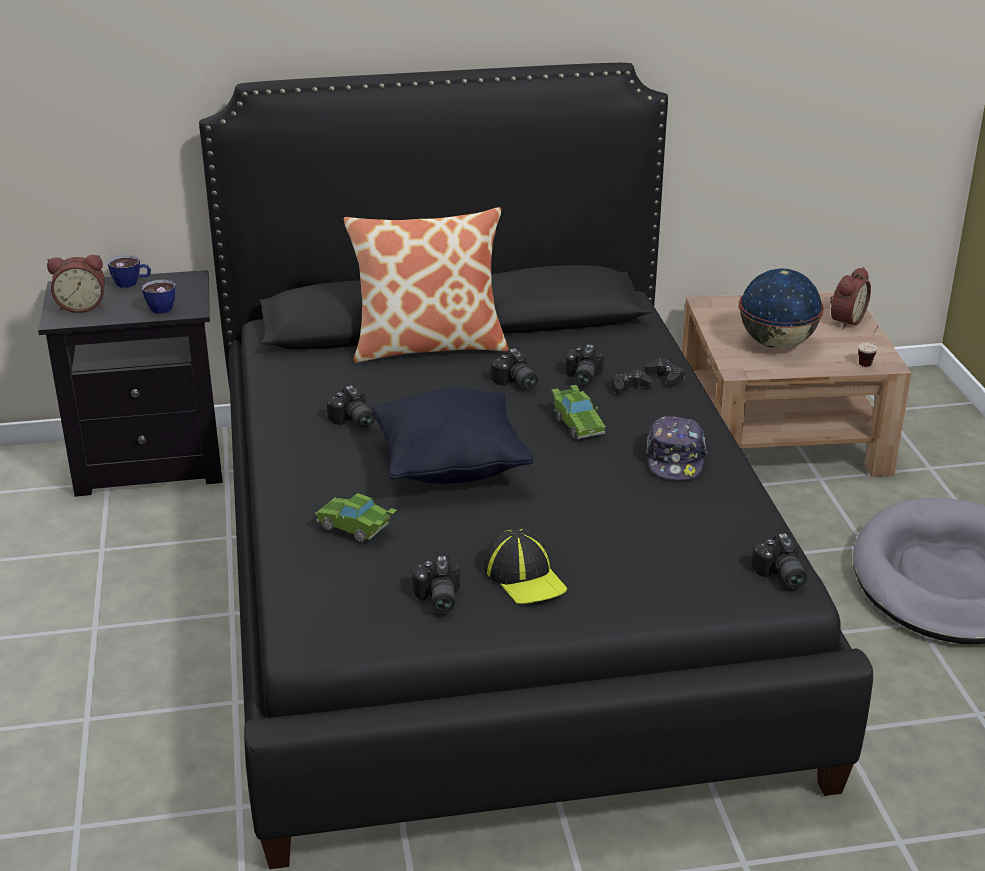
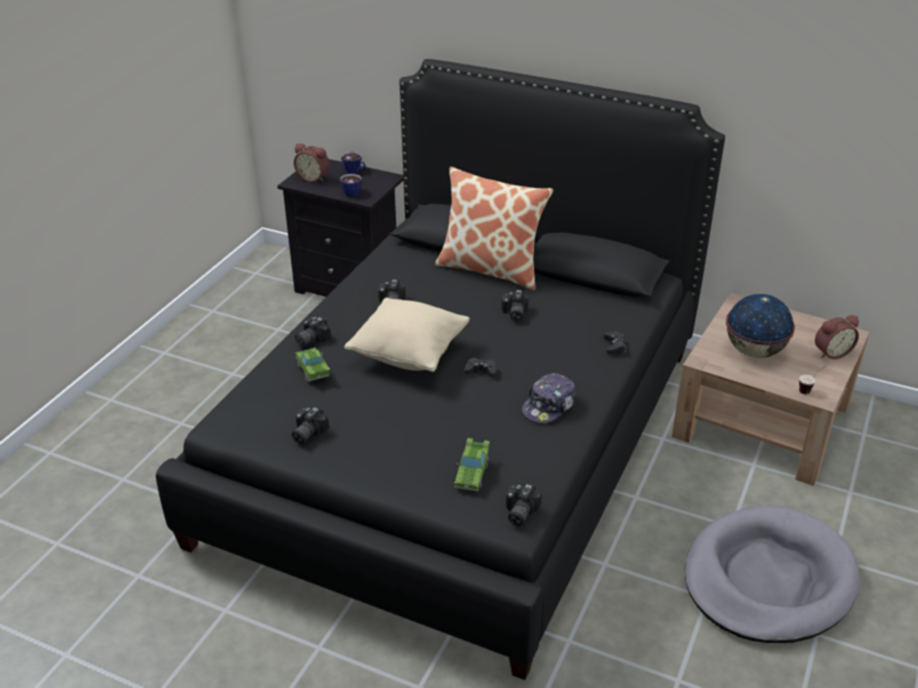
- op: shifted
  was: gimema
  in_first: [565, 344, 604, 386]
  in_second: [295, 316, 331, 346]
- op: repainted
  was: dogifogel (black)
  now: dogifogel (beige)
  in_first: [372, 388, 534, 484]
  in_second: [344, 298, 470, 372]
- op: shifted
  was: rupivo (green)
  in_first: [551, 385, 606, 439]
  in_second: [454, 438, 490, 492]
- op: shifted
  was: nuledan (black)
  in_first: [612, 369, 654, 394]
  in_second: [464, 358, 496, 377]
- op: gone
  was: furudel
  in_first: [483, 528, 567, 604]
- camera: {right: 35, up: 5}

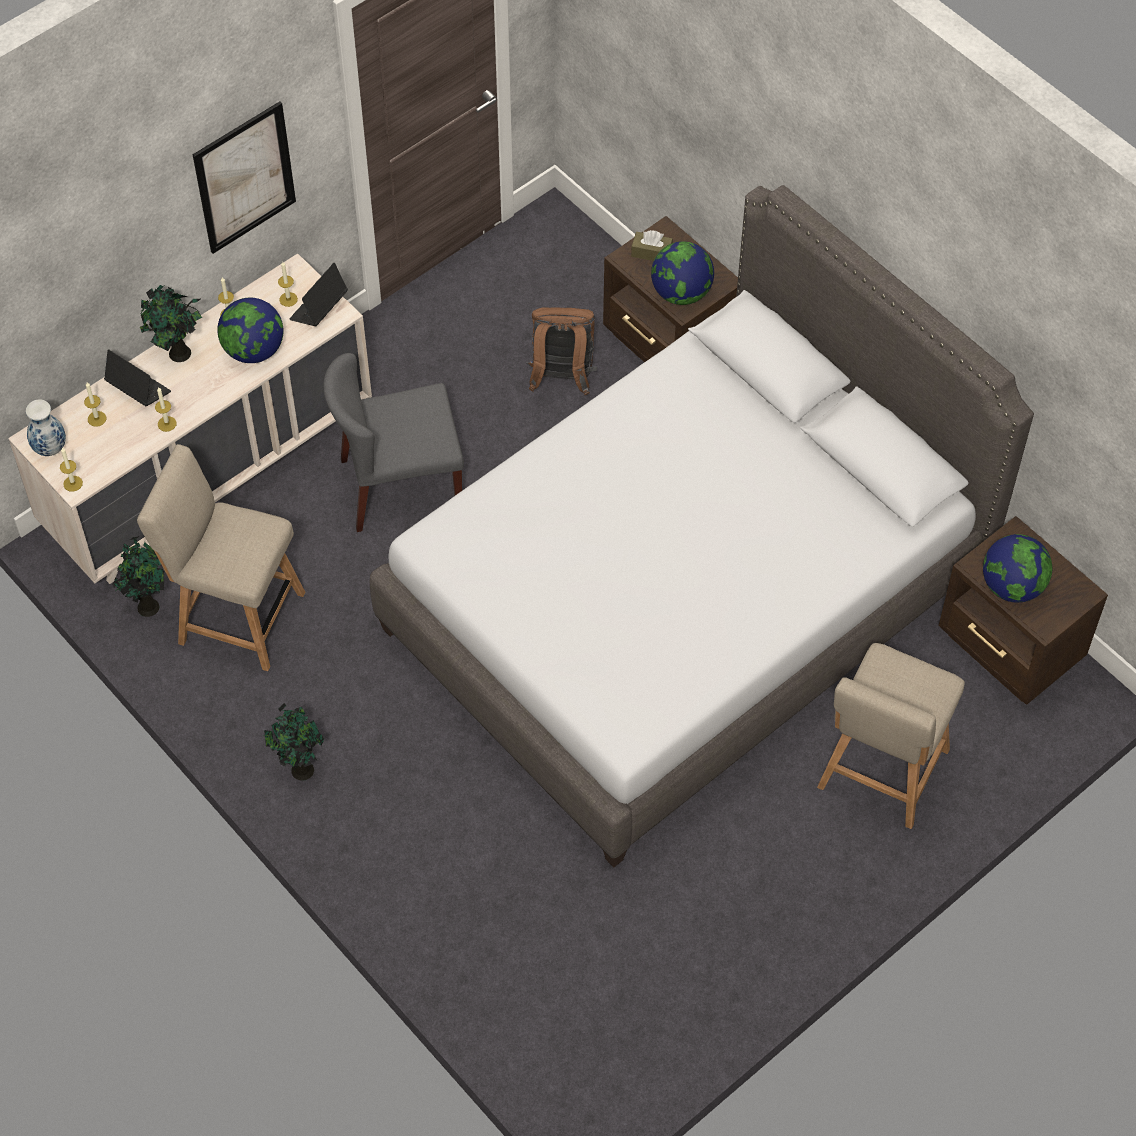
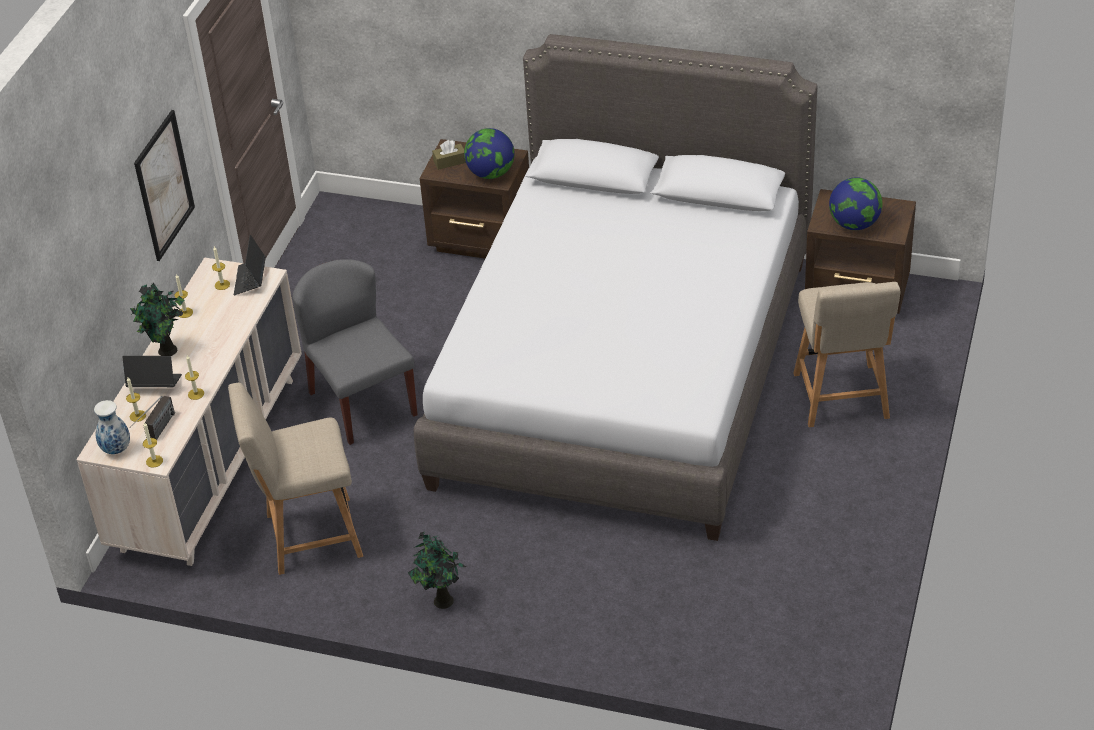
- op: new
  now: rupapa
  in_second: [130, 396, 175, 440]
- op: rotated
  was: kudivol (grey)
  in_first: [324, 353, 464, 532]
  in_second: [293, 259, 418, 445]
  clockwise: 105
- op: gone
  was: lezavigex
  in_first: [112, 536, 164, 617]
- op: gone
  was: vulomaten
  in_first: [217, 298, 283, 363]
- op: gone
  was: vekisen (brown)
  in_first: [526, 307, 597, 395]
- camera: {right: -30, up: -15}

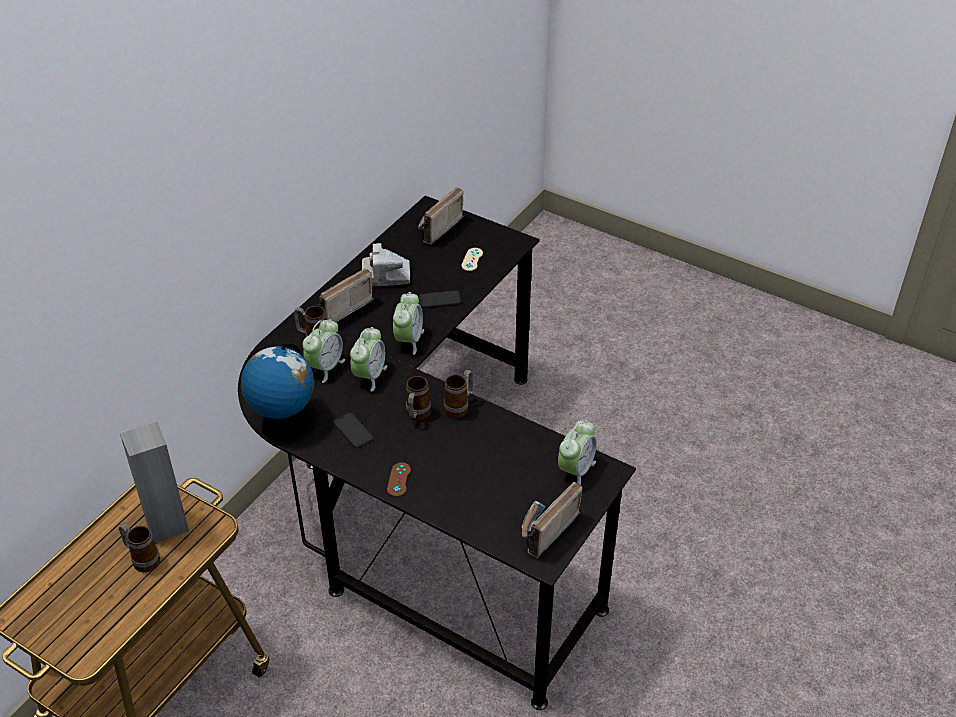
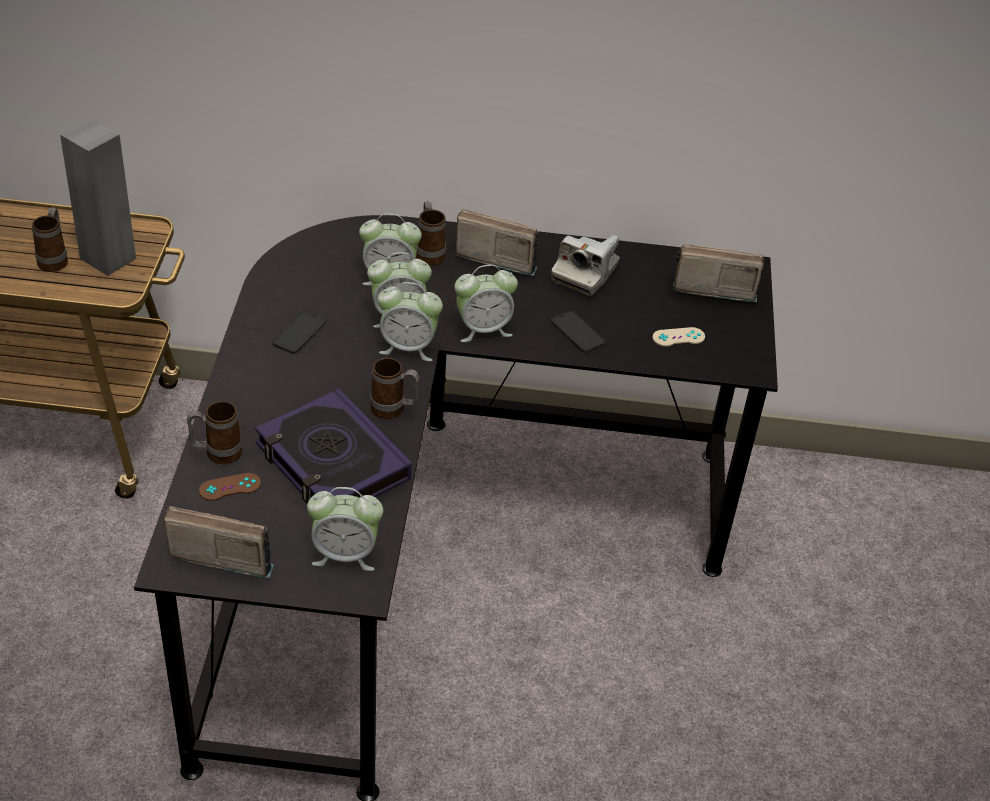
- op: shifted
  was: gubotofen
  in_first: [406, 376, 431, 420]
  in_second: [187, 401, 242, 464]
- op: shifted
  was: nuledan (brown)
  in_first: [387, 462, 411, 497]
  in_second: [199, 473, 261, 501]
- op: new
  now: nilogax
  in_second: [255, 389, 412, 504]
- op: new
  now: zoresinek
  in_second: [378, 282, 443, 361]
- op: rotated
  was: gimema
  in_first: [362, 243, 410, 286]
  in_second: [551, 235, 620, 296]
  clockwise: -120
- op: gone
  was: vulomaten
  in_first: [241, 343, 314, 427]
- camera: {right: 60, up: 0}

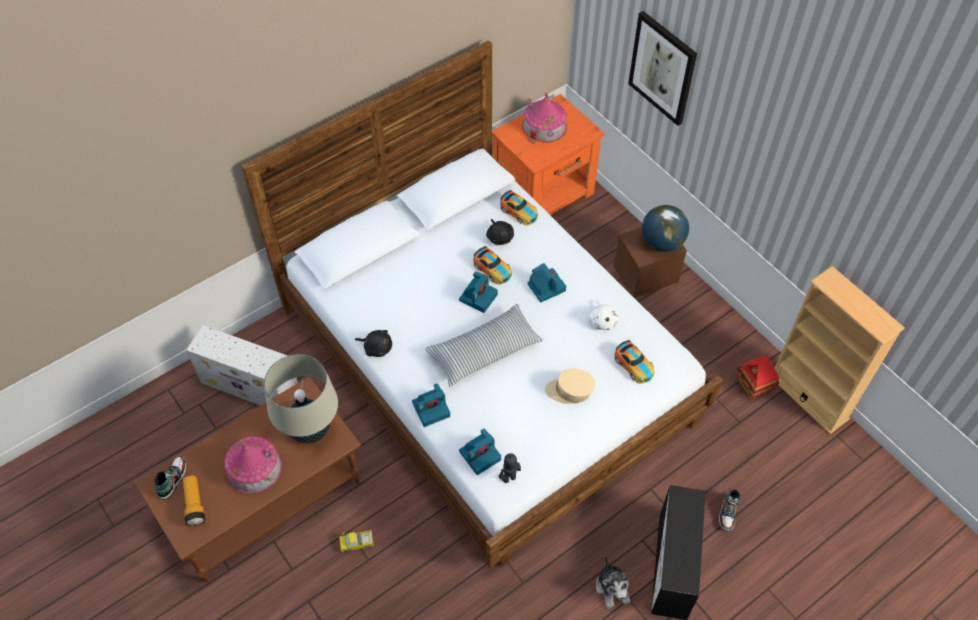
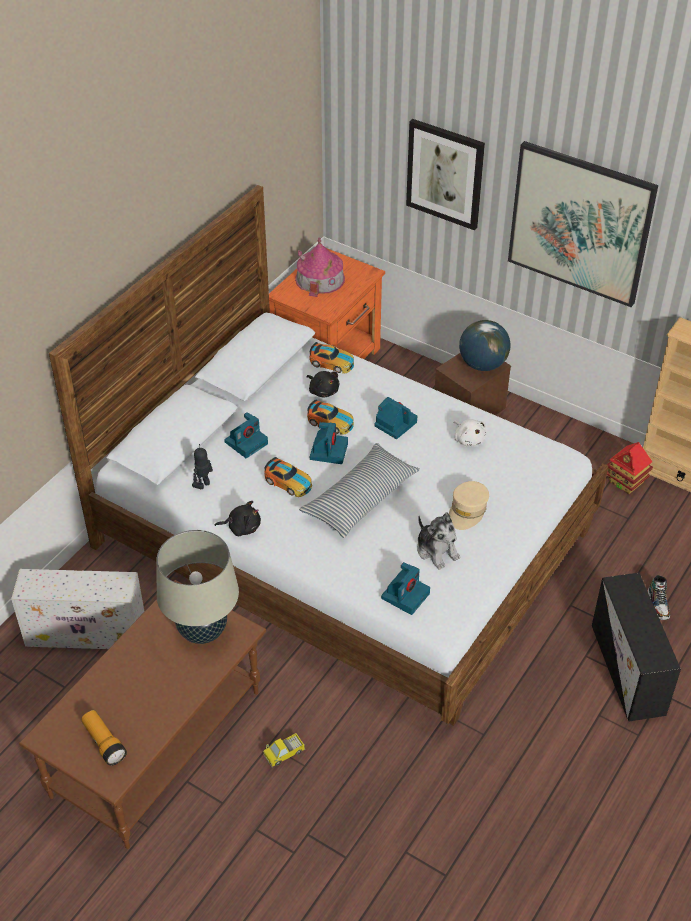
- op: shifted
  was: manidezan
  in_first: [499, 453, 521, 483]
  in_second: [192, 444, 213, 489]
- op: shifted
  was: gimema
  in_first: [412, 383, 450, 427]
  in_second: [224, 412, 268, 458]
- op: shifted
  was: rupivo
  in_first: [615, 340, 655, 384]
  in_second: [264, 457, 312, 497]
- op: shifted
  was: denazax
  in_first: [596, 555, 630, 609]
  in_second: [417, 512, 460, 570]
- op: rotated
  was: furudel (beige)
  in_first: [545, 368, 595, 404]
  in_second: [449, 481, 489, 530]
  clockwise: -45
- op: new
  now: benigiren
  in_second: [508, 141, 658, 307]
- op: gone
  was: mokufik
  in_first: [154, 456, 186, 500]
- op: gone
  was: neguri
  in_first: [224, 437, 282, 494]
- camera: {right: -20, up: -10}

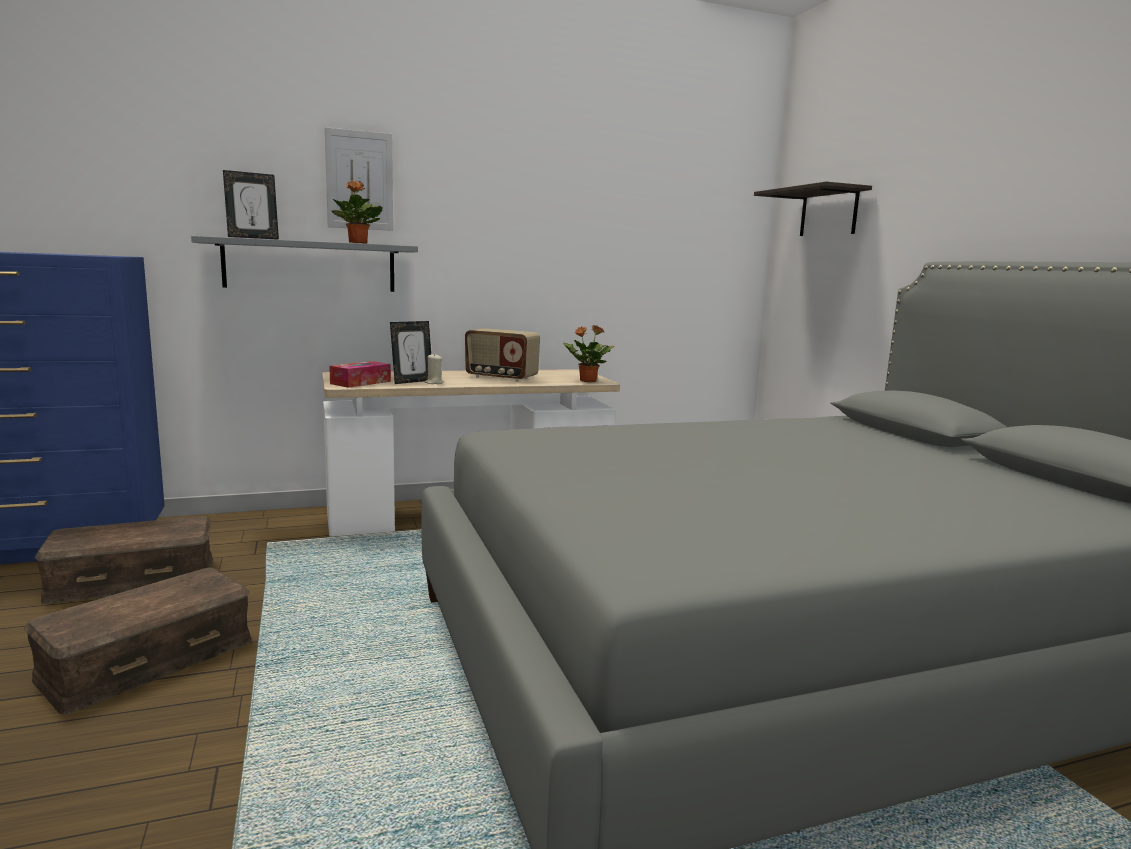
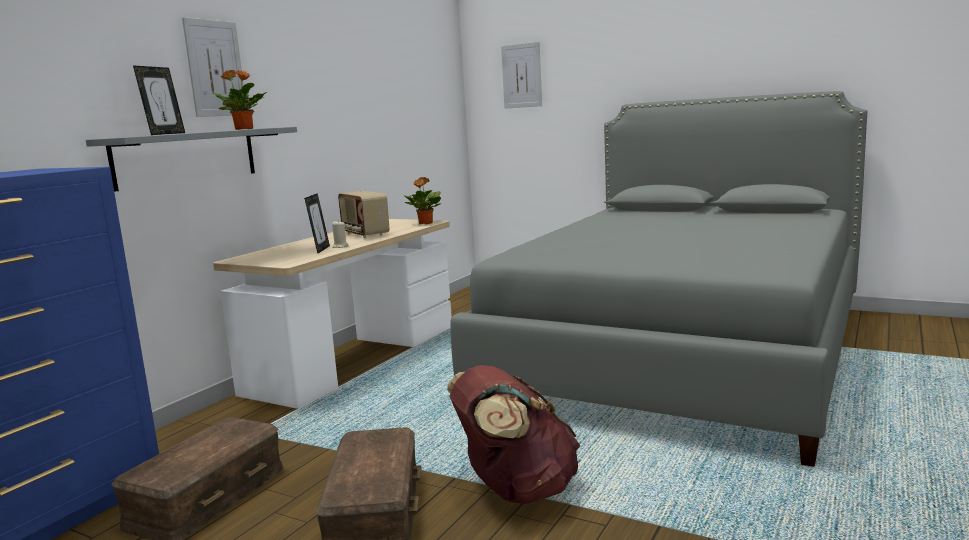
- op: rotated
  was: rupapa
  in_first: [465, 328, 540, 382]
  in_second: [338, 191, 390, 238]
  clockwise: 75
- op: new
  now: vekisen (brown)
  in_second: [447, 365, 580, 504]
- op: swapped
  was: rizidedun
  now: benigiren
  in_first: [754, 182, 872, 236]
  in_second: [501, 42, 542, 109]
- op: gone
  was: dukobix
  in_first: [329, 361, 391, 388]
- camera: {right: -40, up: 0}

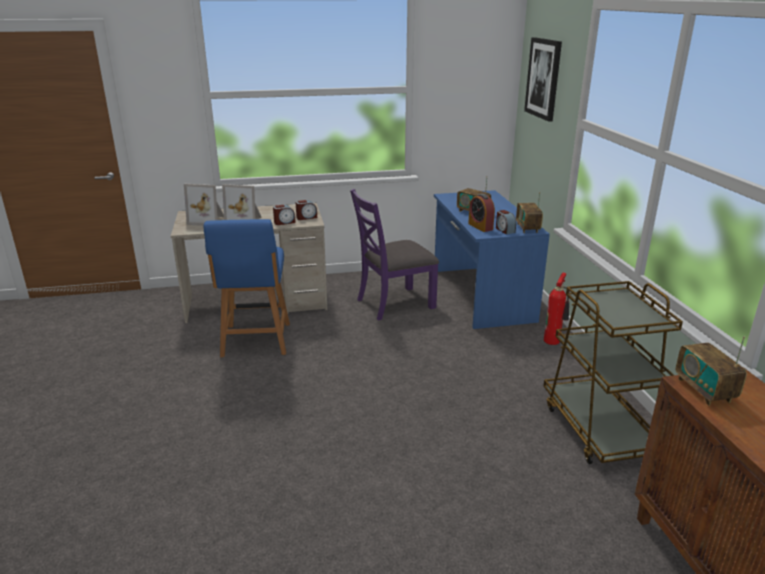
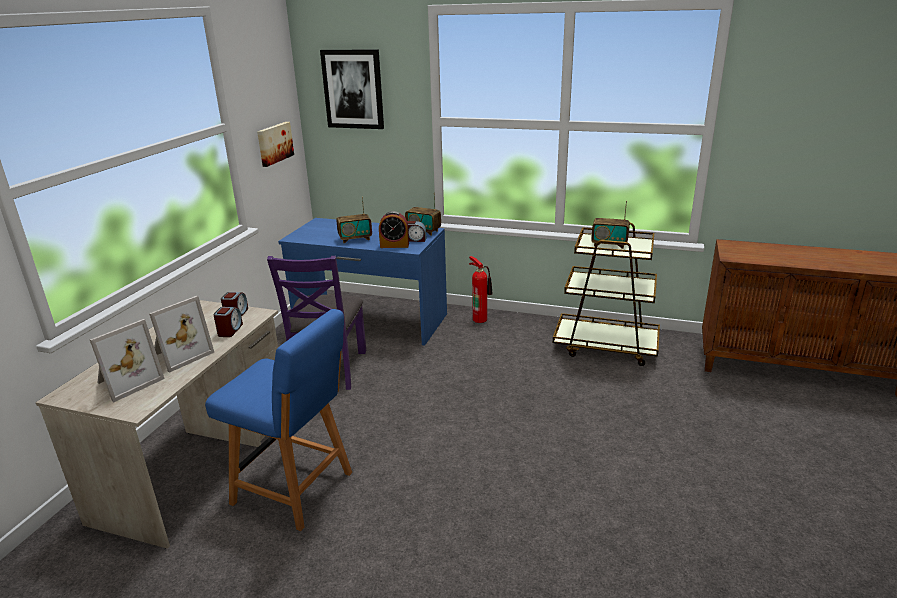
- op: new
  now: benigiren
  in_second: [257, 122, 294, 167]
- op: shifted
  was: rupapa
  in_first: [676, 336, 747, 406]
  in_second: [591, 201, 630, 249]
- camera: {right: -60, up: 0}

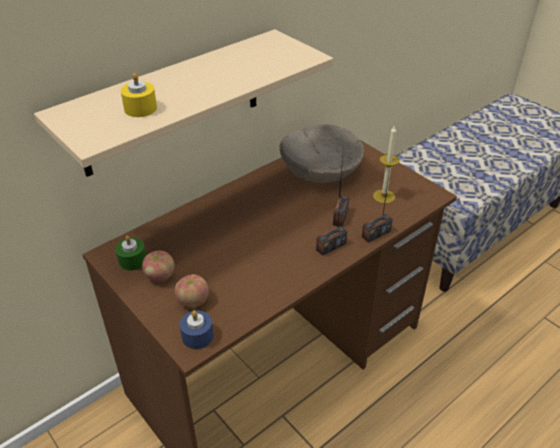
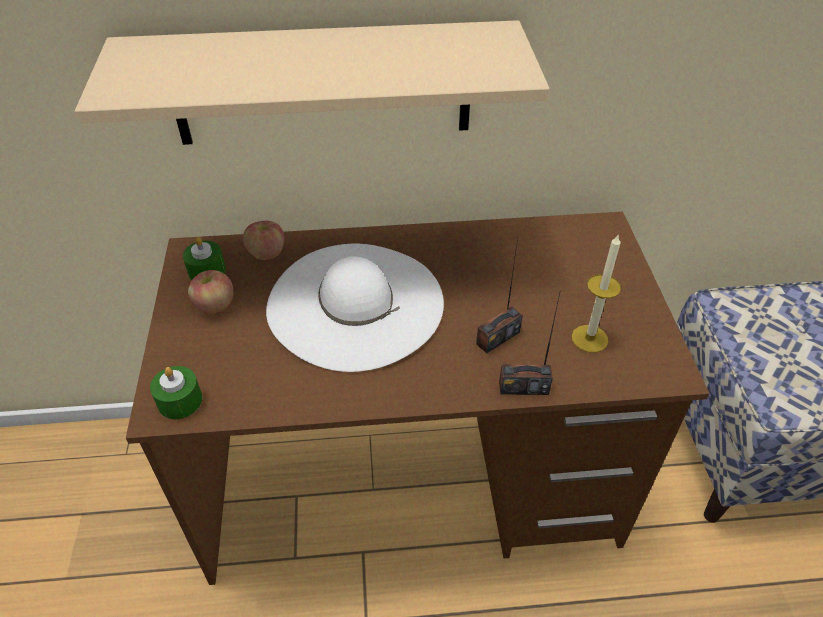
- op: repainted
  was: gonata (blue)
  now: gonata (green)
  in_first: [180, 310, 213, 349]
  in_second: [150, 366, 202, 419]
- op: shifted
  was: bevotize
  in_first: [175, 274, 209, 308]
  in_second: [243, 221, 284, 260]
- op: new
  now: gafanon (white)
  in_second: [266, 244, 444, 372]
- op: gone
  was: gonata (yellow)
  in_first: [121, 73, 157, 117]
- op: gone
  was: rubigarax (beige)
  in_first: [280, 124, 364, 183]
- op: gone
  was: rupapa
  in_first: [316, 181, 347, 256]
- camera: {right: 35, up: 5}

